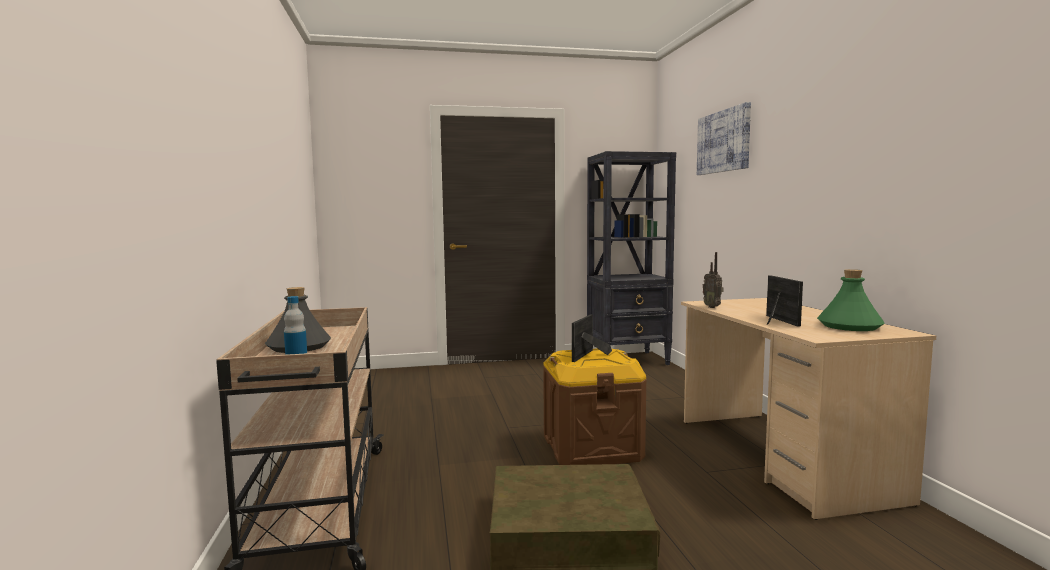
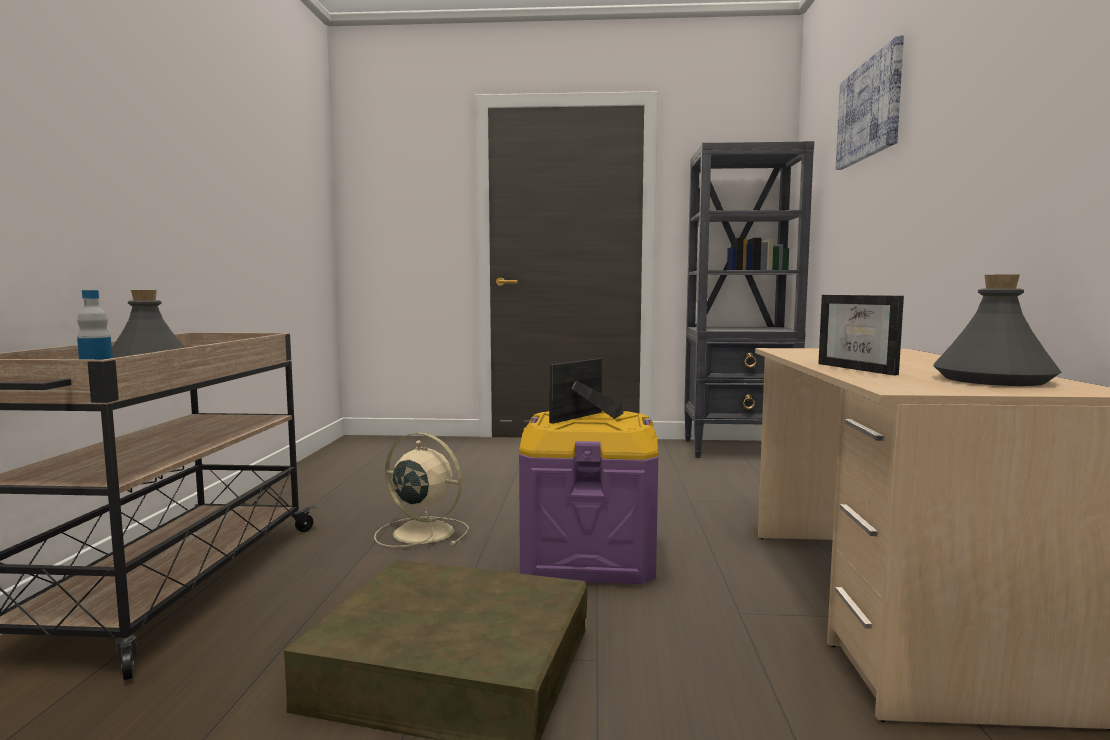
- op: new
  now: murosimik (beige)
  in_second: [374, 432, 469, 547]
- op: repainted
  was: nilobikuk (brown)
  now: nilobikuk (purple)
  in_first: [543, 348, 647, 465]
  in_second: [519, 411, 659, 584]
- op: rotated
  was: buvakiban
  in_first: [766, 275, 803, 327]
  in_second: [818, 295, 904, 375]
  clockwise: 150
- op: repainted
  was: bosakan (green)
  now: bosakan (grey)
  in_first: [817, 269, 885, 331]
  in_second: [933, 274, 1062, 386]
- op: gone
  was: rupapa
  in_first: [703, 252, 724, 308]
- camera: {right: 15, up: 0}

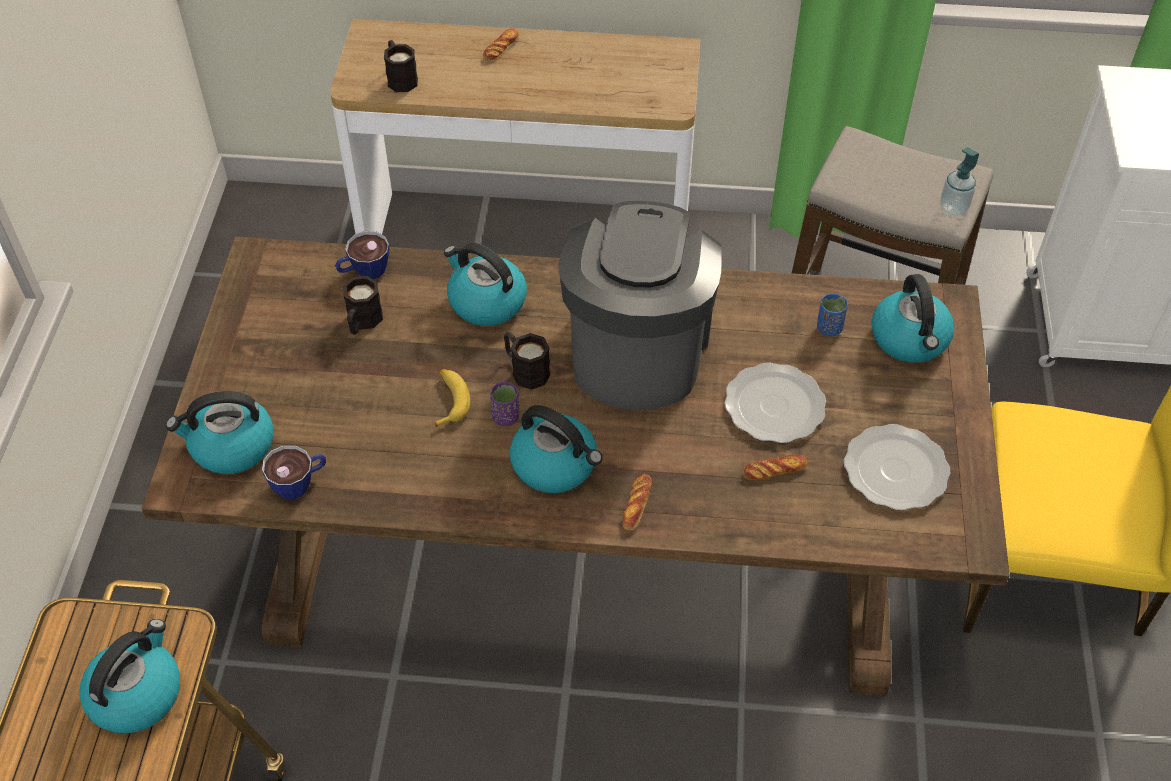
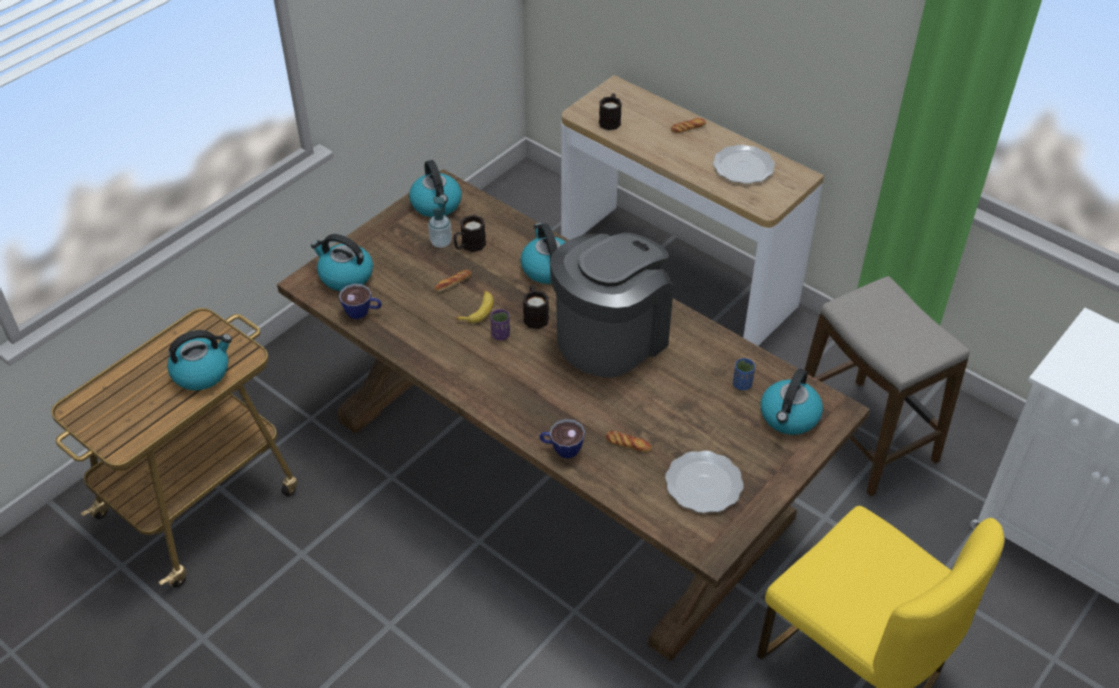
- op: shifted
  was: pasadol
  in_first: [510, 405, 602, 493]
  in_second: [409, 160, 462, 217]
- op: shifted
  was: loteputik
  in_first: [940, 147, 979, 216]
  in_second: [428, 197, 452, 248]
- op: shifted
  was: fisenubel
  in_first: [623, 474, 652, 530]
  in_second: [435, 270, 471, 292]
- op: shifted
  was: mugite
  in_first: [335, 231, 389, 279]
  in_second: [539, 419, 585, 459]
- op: shifted
  was: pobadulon
  in_first: [724, 363, 826, 443]
  in_second: [713, 145, 775, 184]
- camera: {right: 35, up: -5}

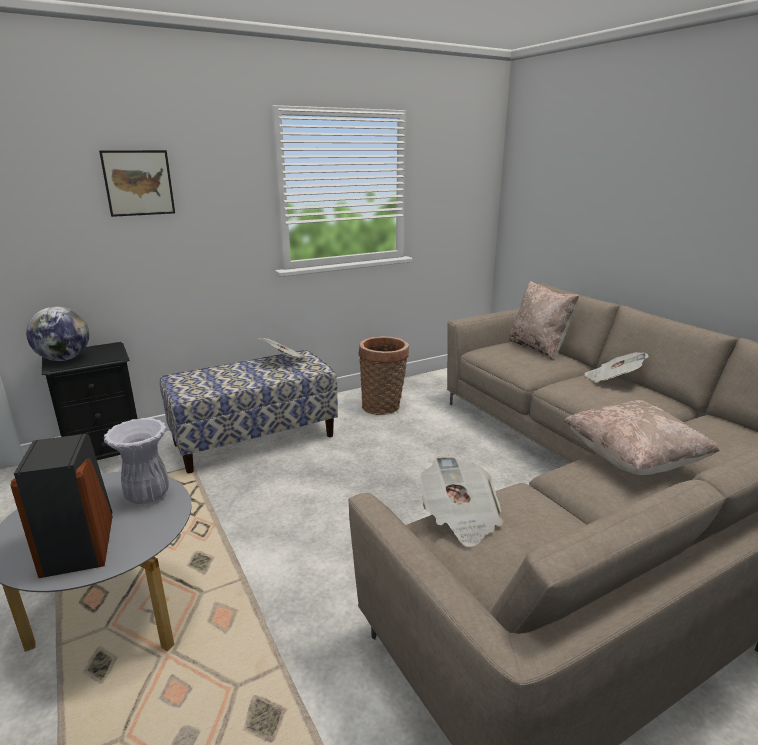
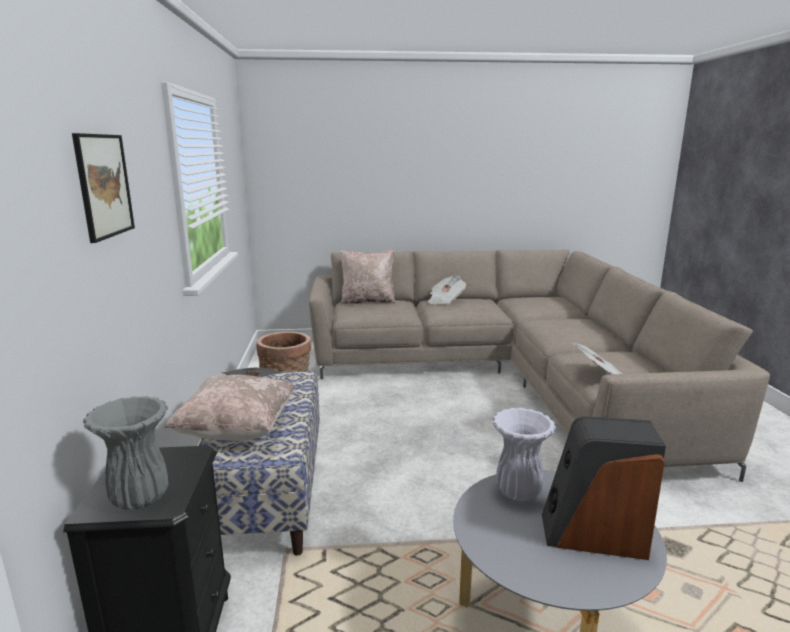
- op: swapped
  was: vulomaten
  now: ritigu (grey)
  in_first: [26, 306, 89, 361]
  in_second: [83, 396, 169, 510]
- op: shifted
  was: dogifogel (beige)
  in_first: [564, 400, 720, 475]
  in_second: [164, 375, 295, 441]
- camera: {right: -65, up: -5}

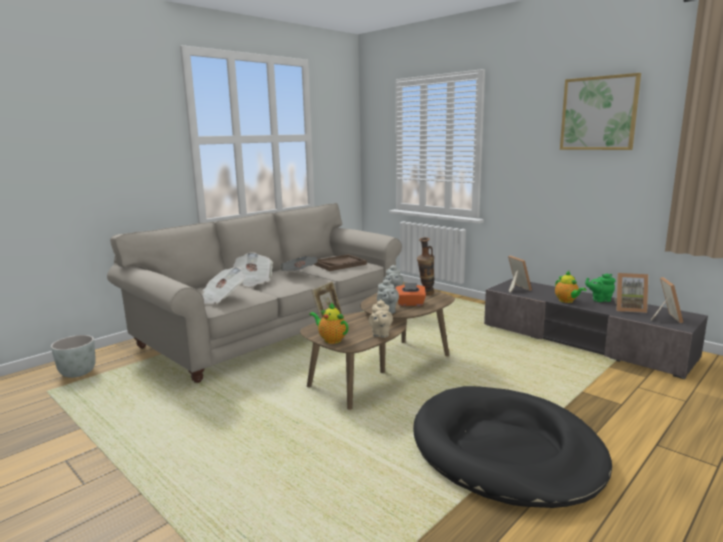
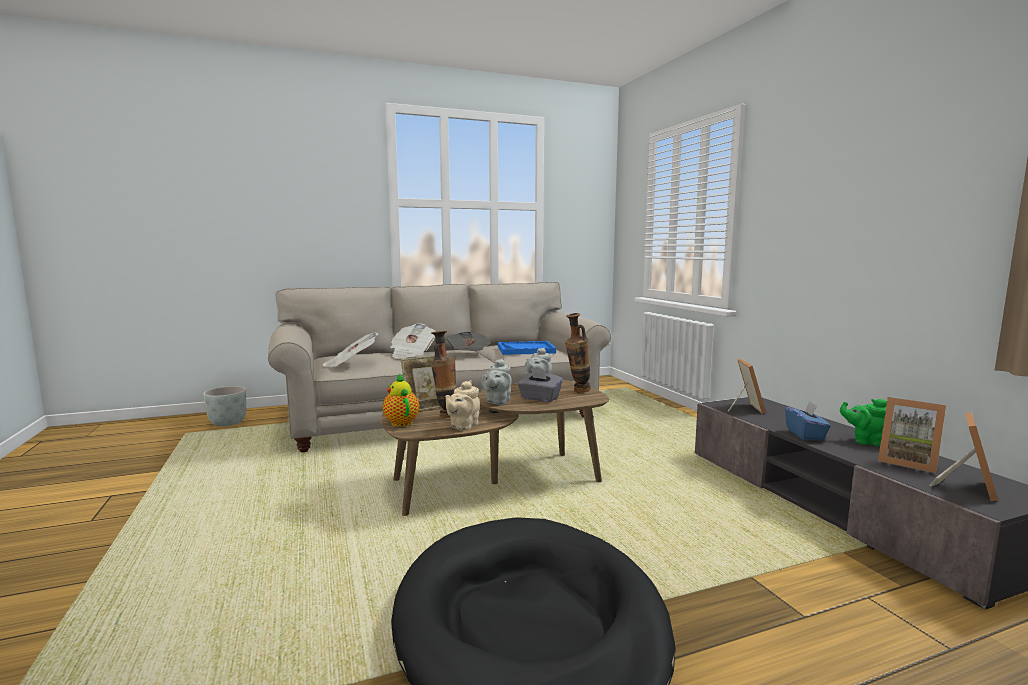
- op: new
  now: ritigu
  in_second: [430, 331, 456, 418]
- op: repainted
  was: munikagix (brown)
  now: munikagix (blue)
  in_first: [313, 254, 367, 271]
  in_second: [498, 341, 556, 355]
- op: repainted
  was: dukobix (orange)
  now: dukobix (grey)
  in_first: [395, 283, 426, 306]
  in_second: [518, 368, 563, 402]
- op: swapped
  was: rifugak
  now: dukobix (blue)
  in_first: [555, 271, 587, 303]
  in_second: [785, 401, 831, 440]
- op: gone
  was: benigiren
  in_first: [560, 73, 641, 150]
- camera: {right: 25, up: -5}

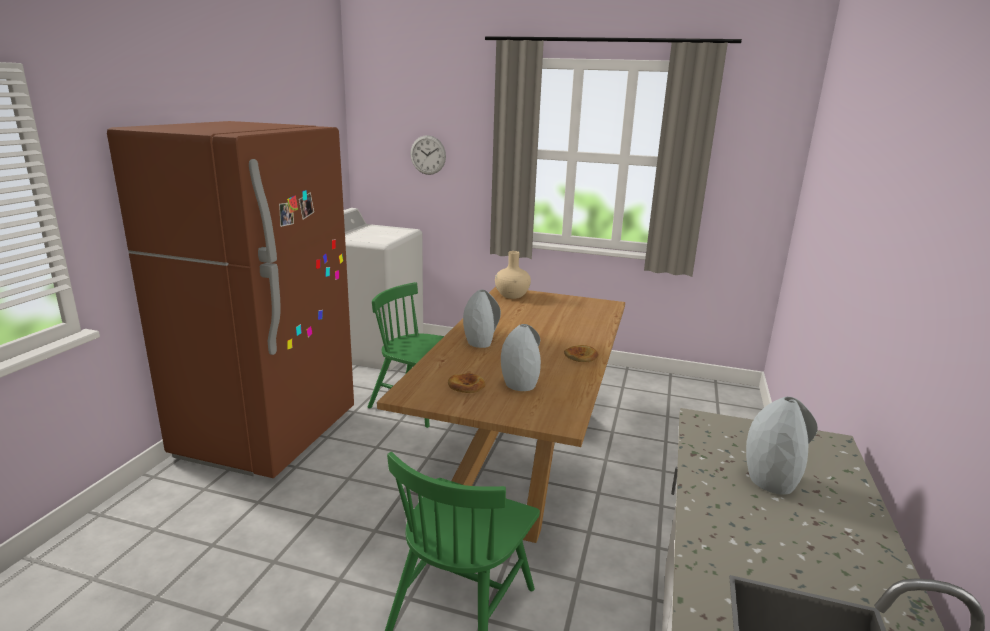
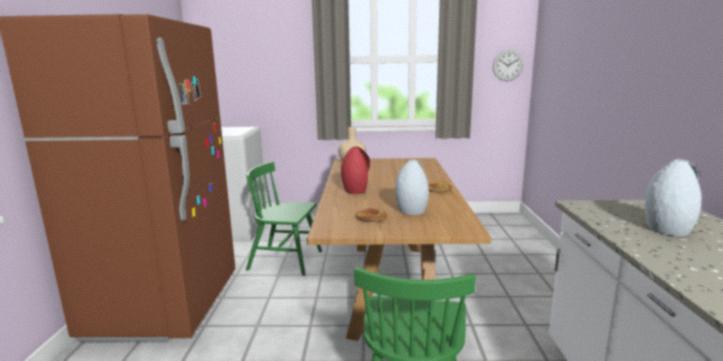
- op: repainted
  was: ritigu (grey)
  now: ritigu (red)
  in_first: [463, 290, 501, 348]
  in_second: [341, 147, 370, 194]
- op: shifted
  was: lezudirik
  in_first: [410, 135, 446, 175]
  in_second: [493, 50, 524, 81]
- camera: {right: -15, up: -5}

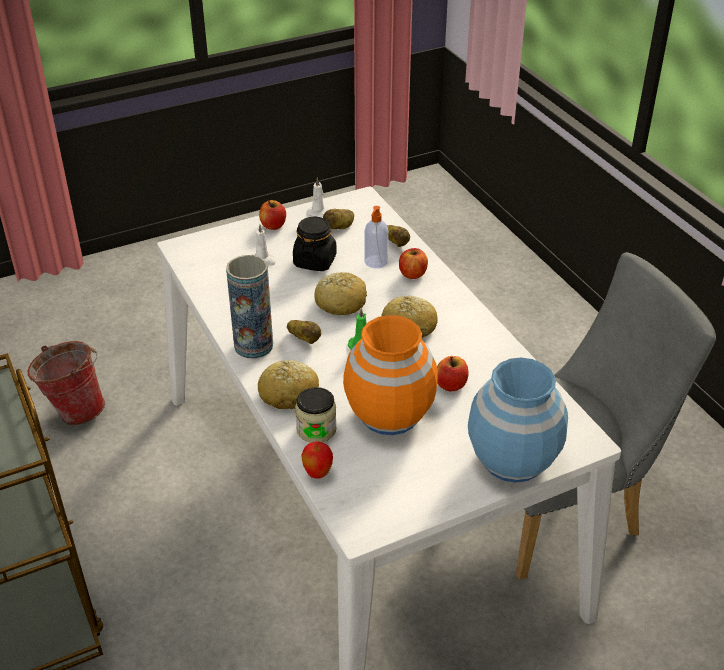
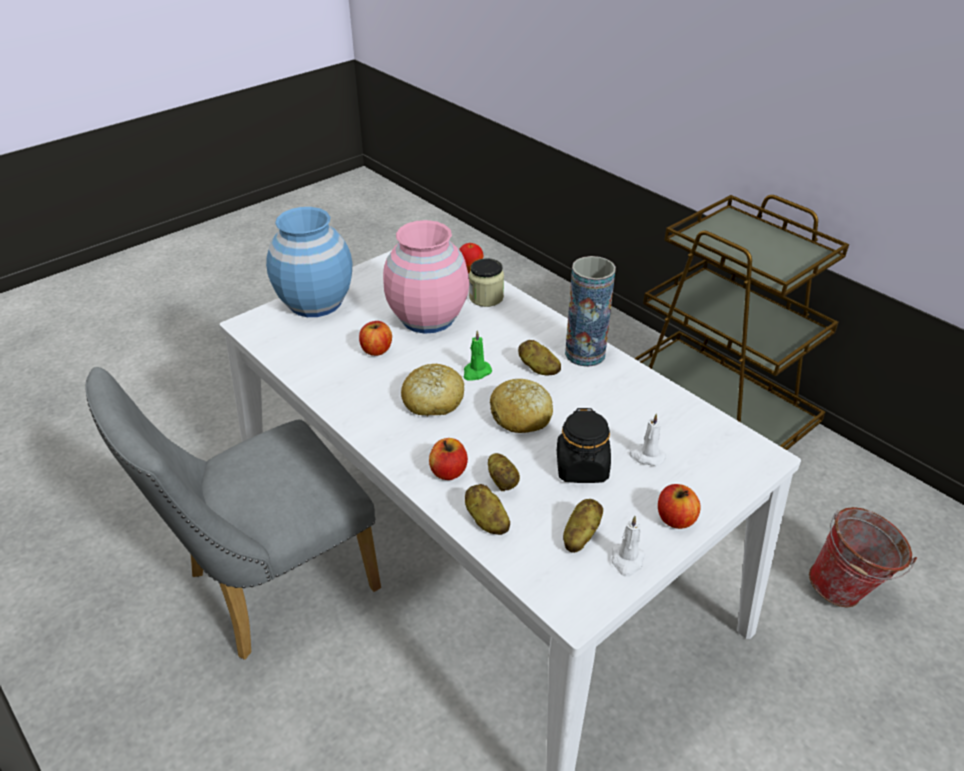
- op: repainted
  was: ritigu (orange)
  now: ritigu (pink)
  in_first: [343, 315, 438, 435]
  in_second: [383, 220, 469, 334]
- op: swapped
  was: loteputik
  now: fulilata
  in_first: [364, 206, 388, 268]
  in_second: [488, 453, 520, 492]
- op: gone
  was: fisenubel
  in_first: [258, 360, 319, 409]
- camera: {right: 165, up: 0}

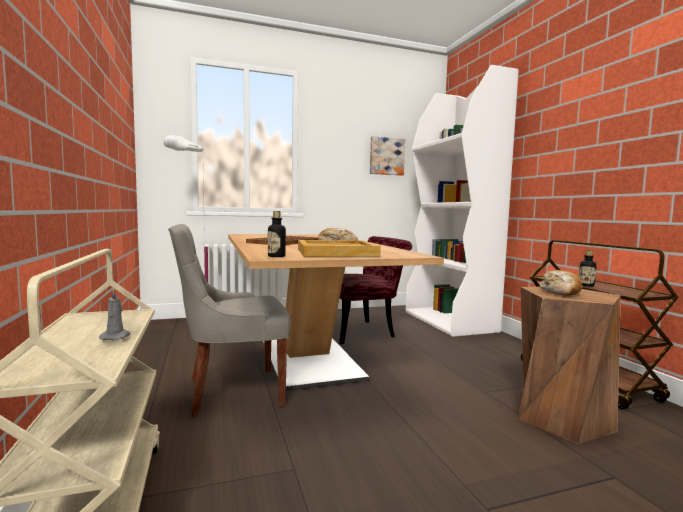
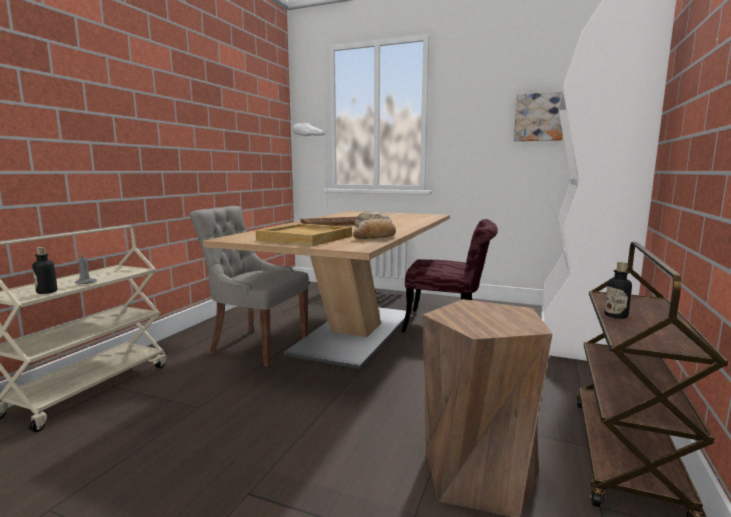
- op: shifted
  was: bosakan
  in_first: [268, 211, 286, 257]
  in_second: [32, 247, 57, 294]
- op: shifted
  was: fisenubel
  in_first: [540, 270, 582, 295]
  in_second: [353, 219, 396, 239]
- camera: {right: 40, up: 5}

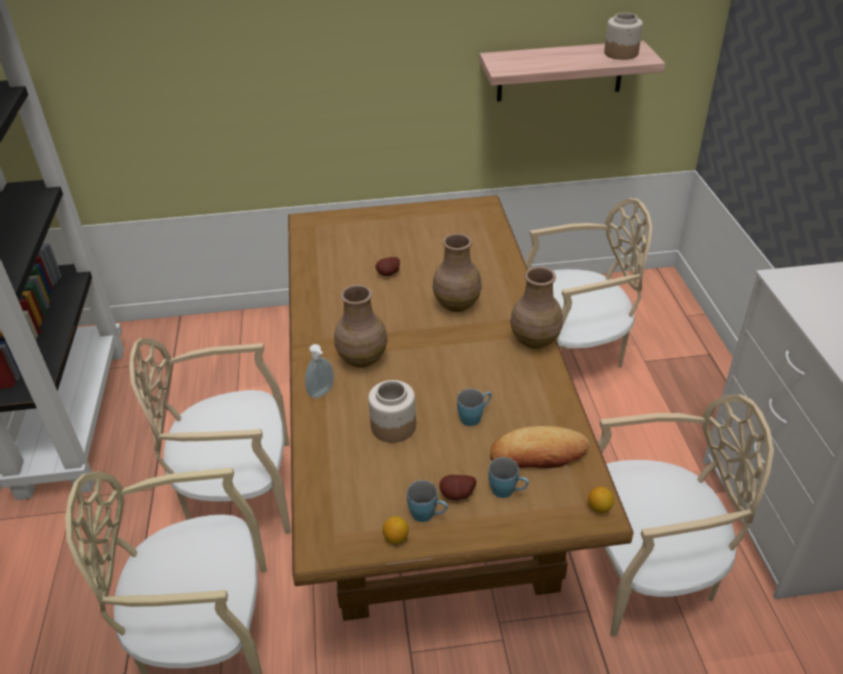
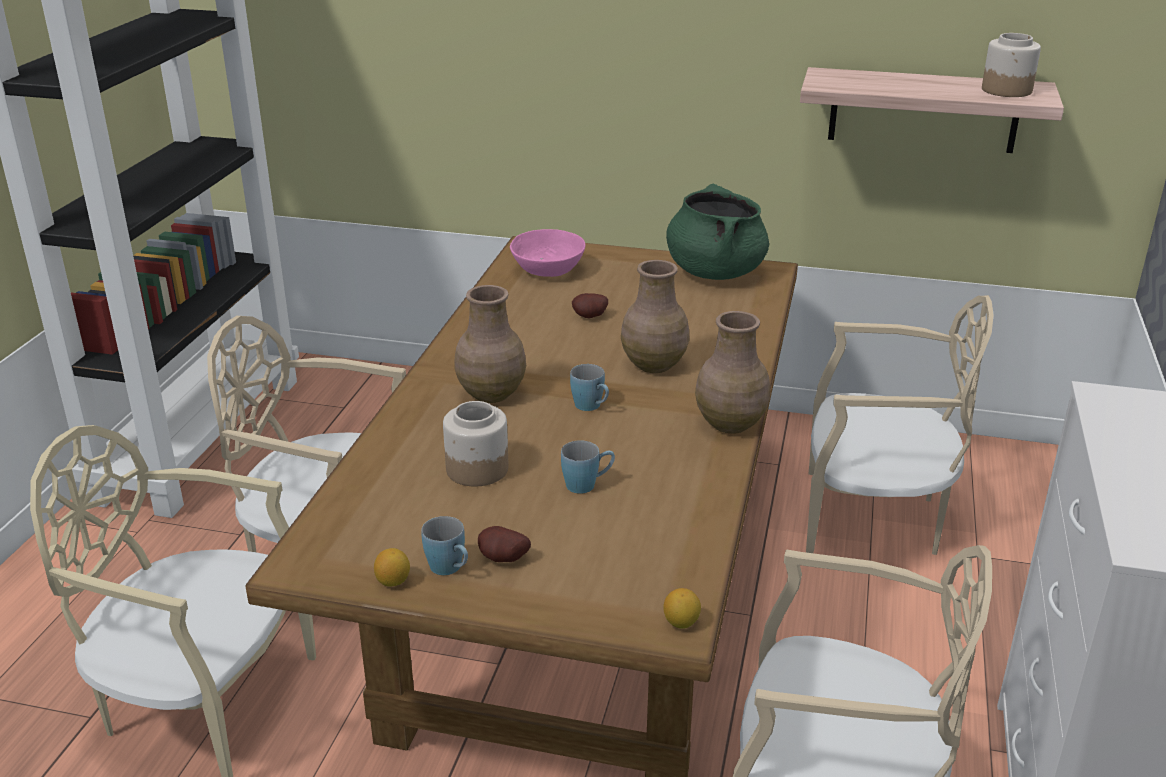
- op: new
  now: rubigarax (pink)
  in_second: [510, 229, 585, 277]
- op: shifted
  was: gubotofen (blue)
  in_first: [489, 457, 529, 498]
  in_second: [570, 364, 609, 411]
- op: new
  now: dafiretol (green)
  in_second: [666, 184, 769, 280]
- op: gone
  was: loteputik
  in_first: [305, 344, 334, 399]
- op: gone
  was: fisenubel
  in_first: [490, 426, 590, 468]
- camera: {right: 20, up: -10}

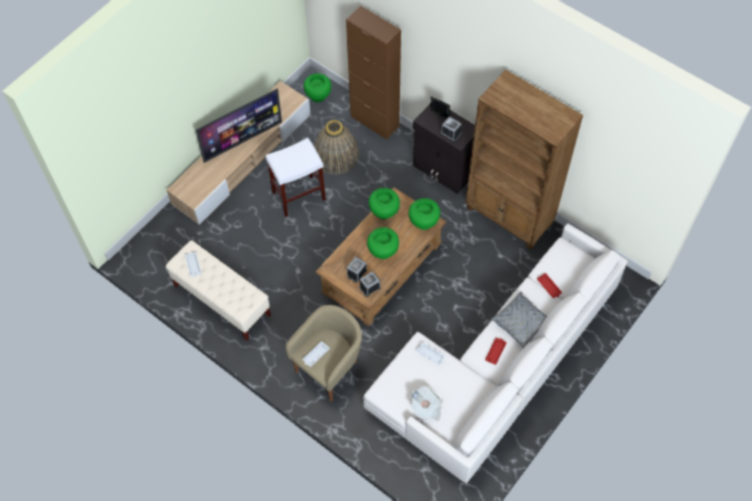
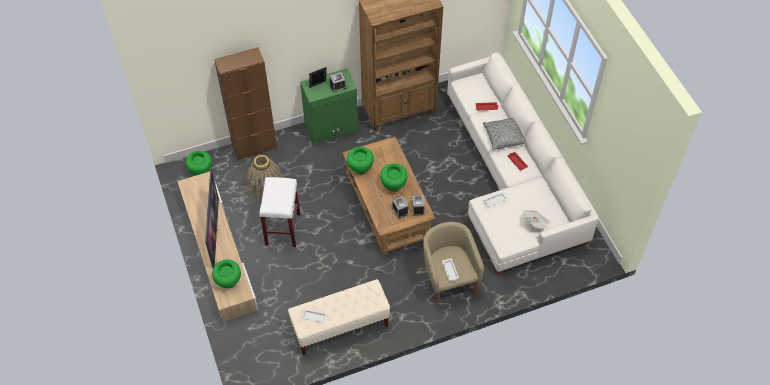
- op: shifted
  was: ritigu (green)
  in_first: [409, 198, 440, 230]
  in_second: [212, 259, 241, 288]
- op: repainted
  was: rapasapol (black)
  now: rapasapol (green)
  in_first: [413, 103, 475, 194]
  in_second: [300, 68, 358, 144]
- camera: {right: -60, up: -5}

